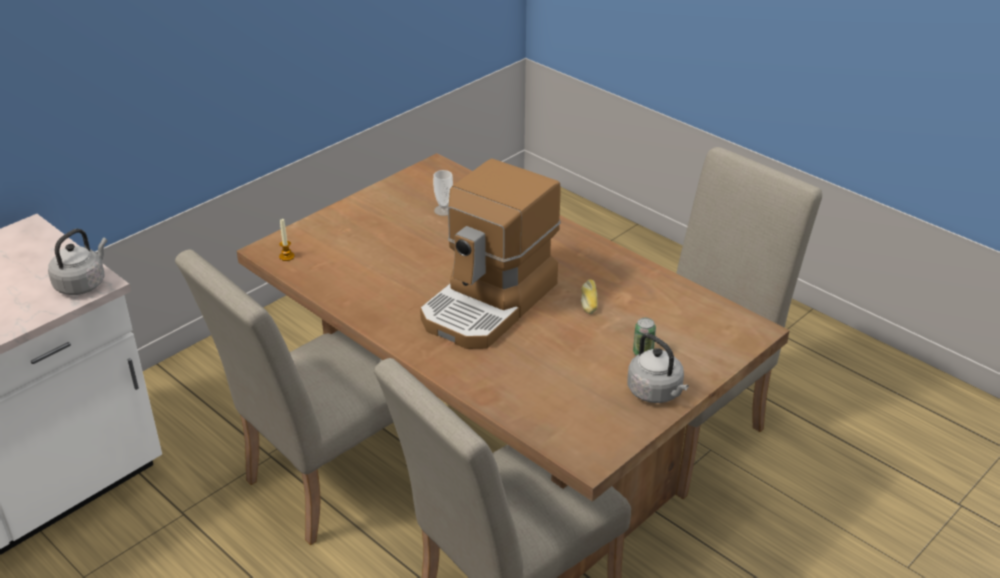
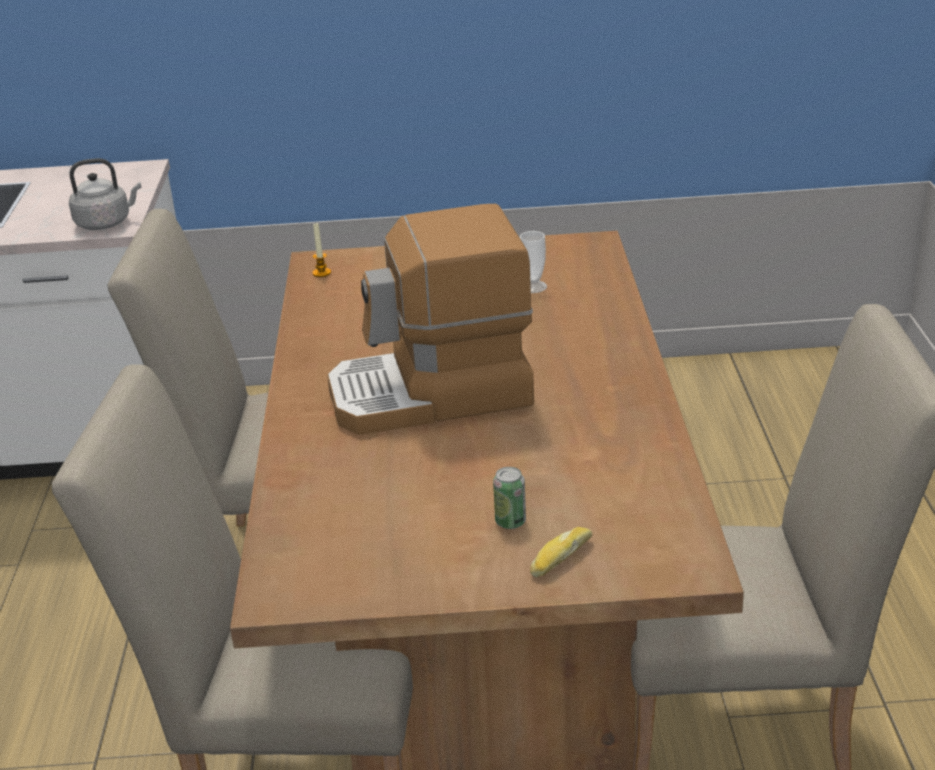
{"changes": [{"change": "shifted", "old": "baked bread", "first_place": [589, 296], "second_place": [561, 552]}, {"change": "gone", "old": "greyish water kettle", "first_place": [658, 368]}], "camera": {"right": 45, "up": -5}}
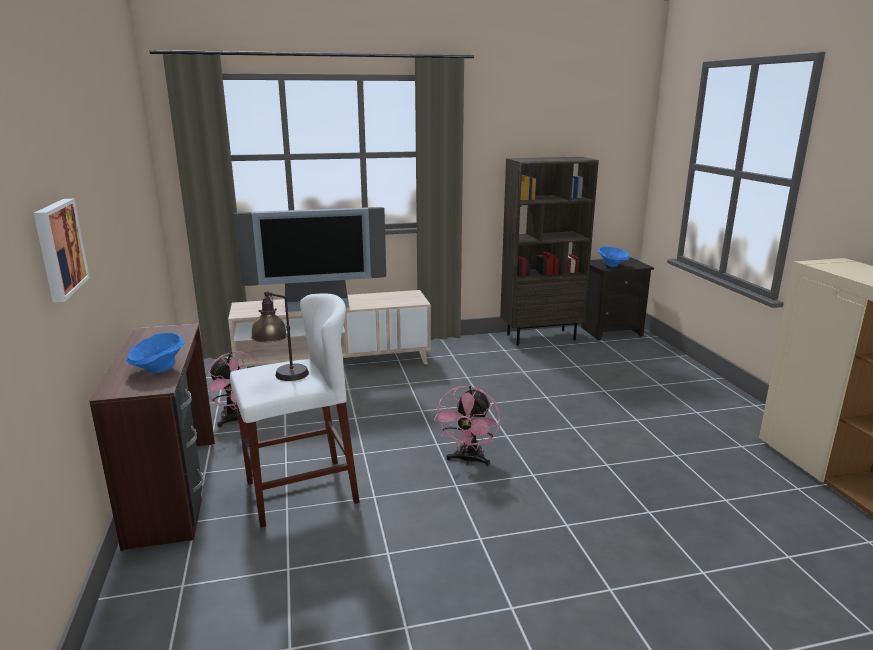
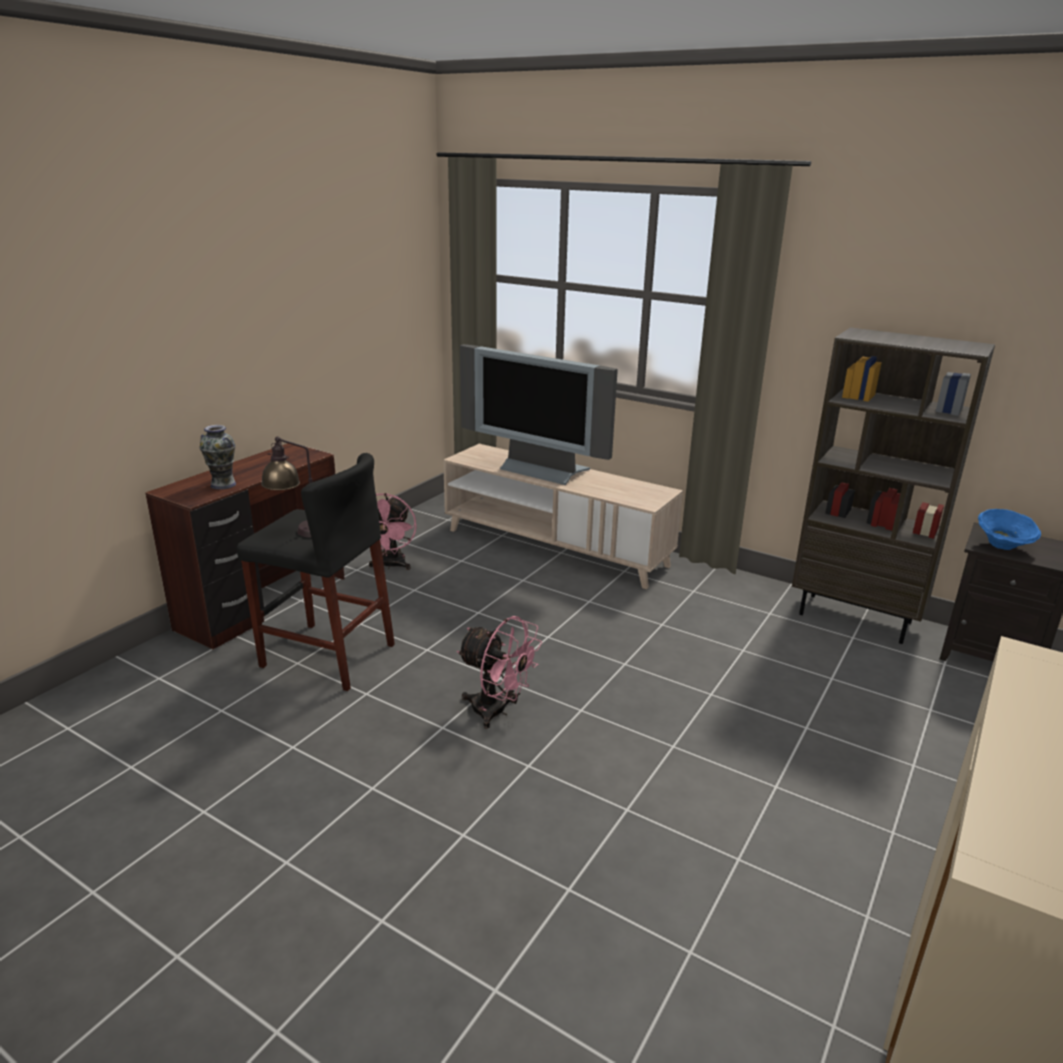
{"changes": [{"change": "gone", "old": "wall picture", "first_place": [61, 250]}, {"change": "swapped", "old": "blue serving bowl", "new": "vase", "first_place": [155, 353], "second_place": [217, 457]}, {"change": "repainted", "old": "white-coloured sitting stool", "new": "blackish sitting stool", "first_place": [295, 411], "second_place": [316, 572]}, {"change": "rotated", "old": "pink-coloured cooling fan", "first_place": [467, 426], "second_place": [499, 672], "degrees": -120}], "camera": {"right": 45, "up": 5}}
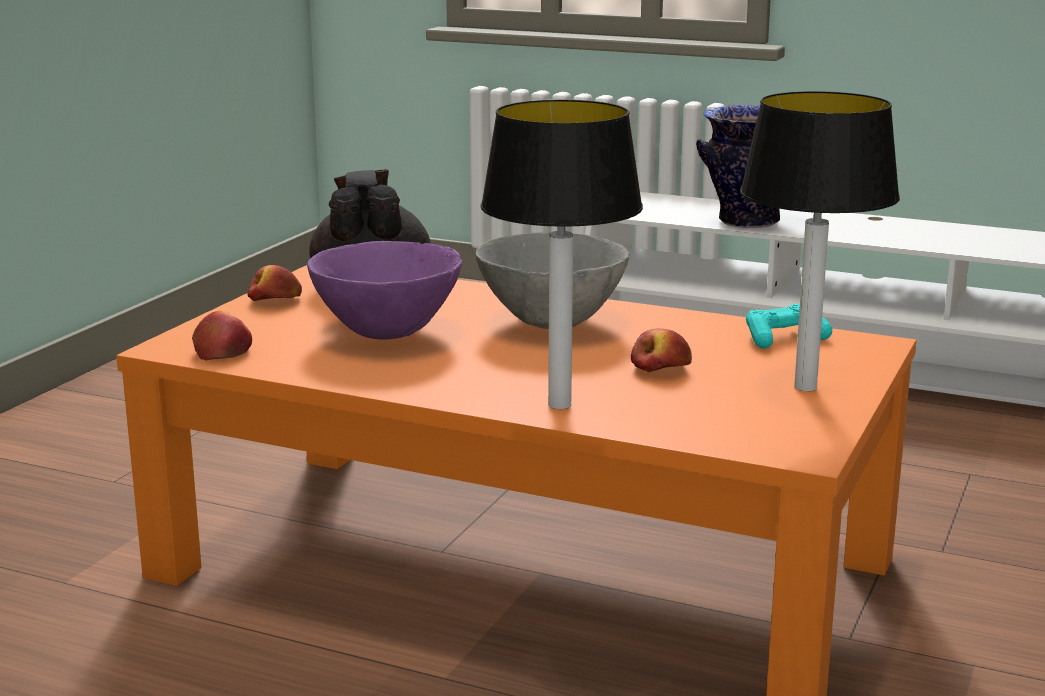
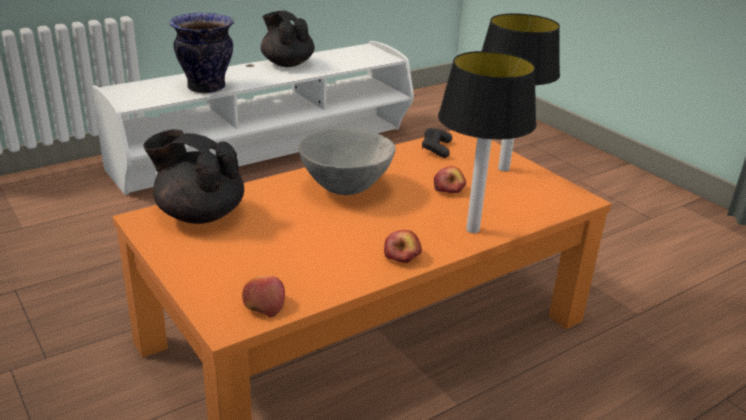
{"changes": [{"change": "shifted", "old": "whole apple", "first_place": [275, 283], "second_place": [403, 246]}, {"change": "gone", "old": "purple-coloured serving bowl", "first_place": [384, 290]}, {"change": "repainted", "old": "turquoise joypad", "new": "blackish joypad", "first_place": [789, 326], "second_place": [437, 143]}, {"change": "new", "new": "blackish pot for tea", "second_place": [288, 38]}], "camera": {"right": -60, "up": 10}}
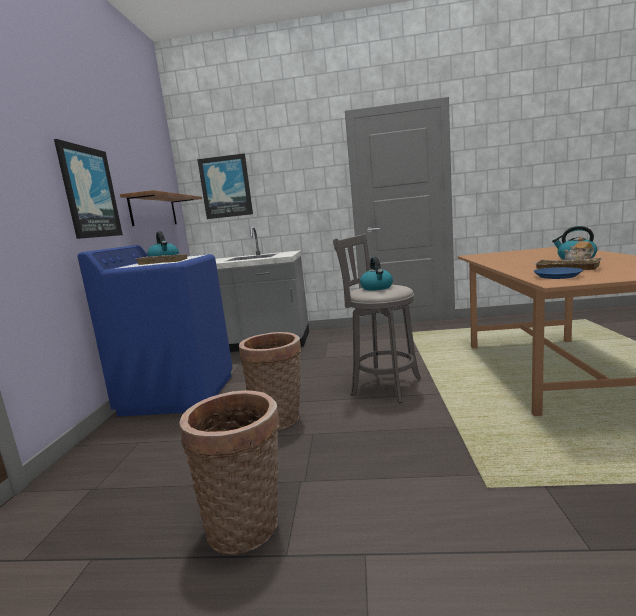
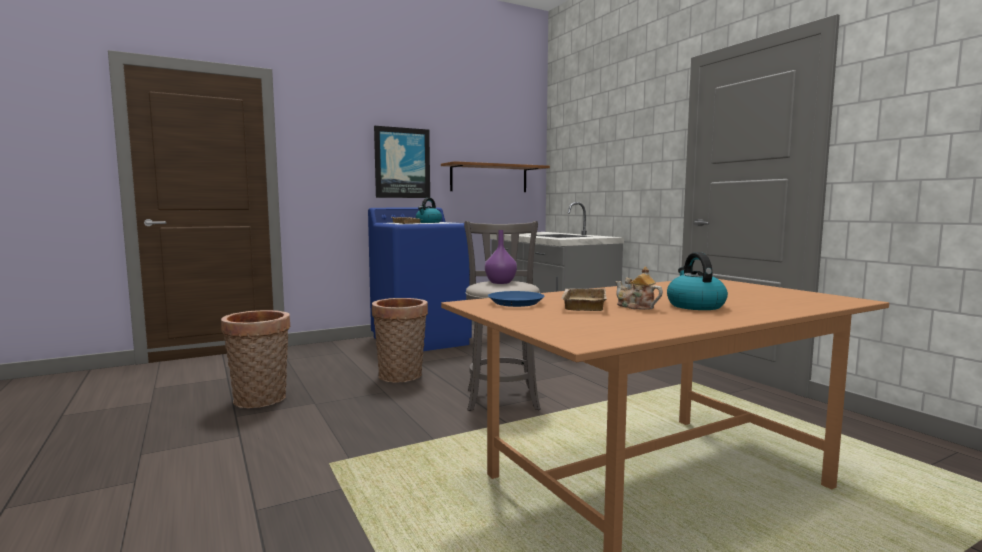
{"changes": [{"change": "gone", "old": "wall picture", "first_place": [225, 186]}, {"change": "swapped", "old": "water kettle", "new": "purple-coloured vase", "first_place": [376, 274], "second_place": [501, 257]}], "camera": {"right": 55, "up": -5}}
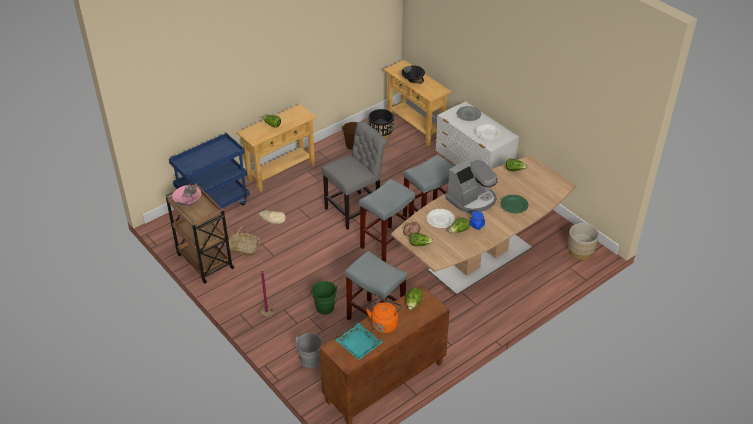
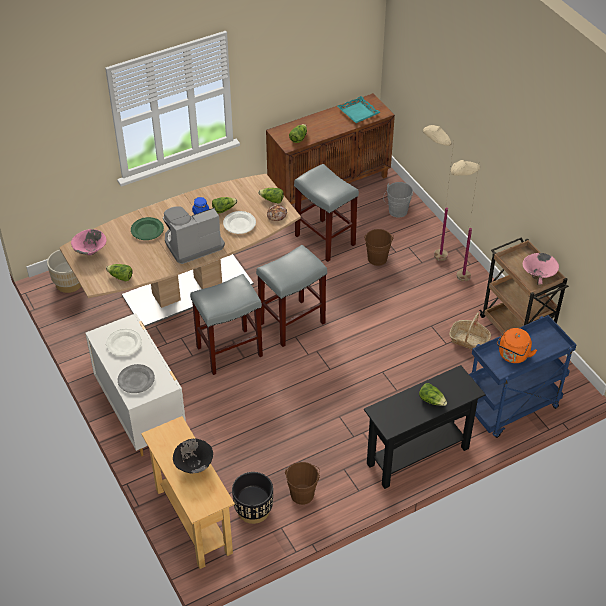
{"changes": [{"change": "repainted", "old": "sand-coloured narrow table", "new": "blackish narrow table", "first_place": [276, 148], "second_place": [425, 427]}, {"change": "repainted", "old": "greenish bucket", "new": "brown-coloured bucket", "first_place": [324, 297], "second_place": [379, 247]}, {"change": "gone", "old": "greyish chair", "first_place": [355, 175]}, {"change": "shifted", "old": "orangey water kettle", "first_place": [384, 316], "second_place": [517, 345]}, {"change": "new", "new": "pink-coloured serving bowl", "second_place": [88, 242]}, {"change": "new", "new": "sand-coloured standing lamp", "second_place": [465, 220]}], "camera": {"right": -170, "up": 5}}
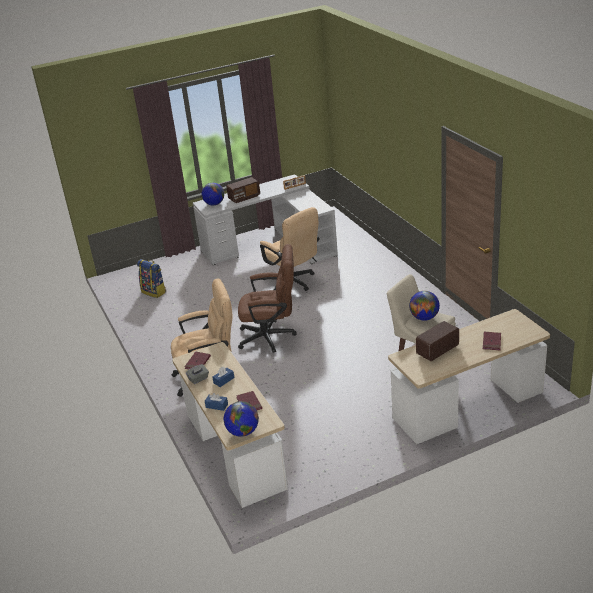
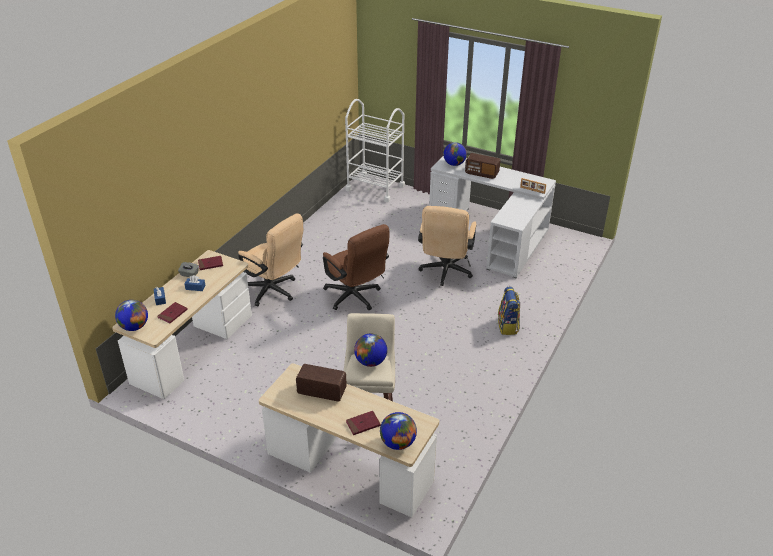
{"changes": [{"change": "shifted", "old": "knapsack", "first_place": [151, 278], "second_place": [509, 311]}, {"change": "new", "new": "white-coloured wheeled cart", "second_place": [375, 150]}, {"change": "new", "new": "globe", "second_place": [398, 431]}], "camera": {"right": 50, "up": 5}}
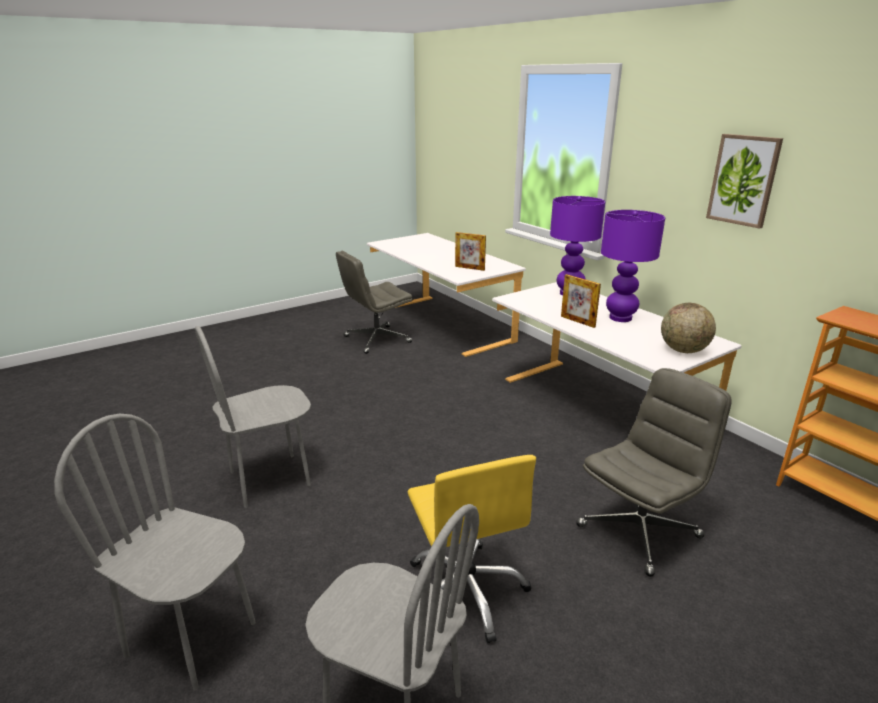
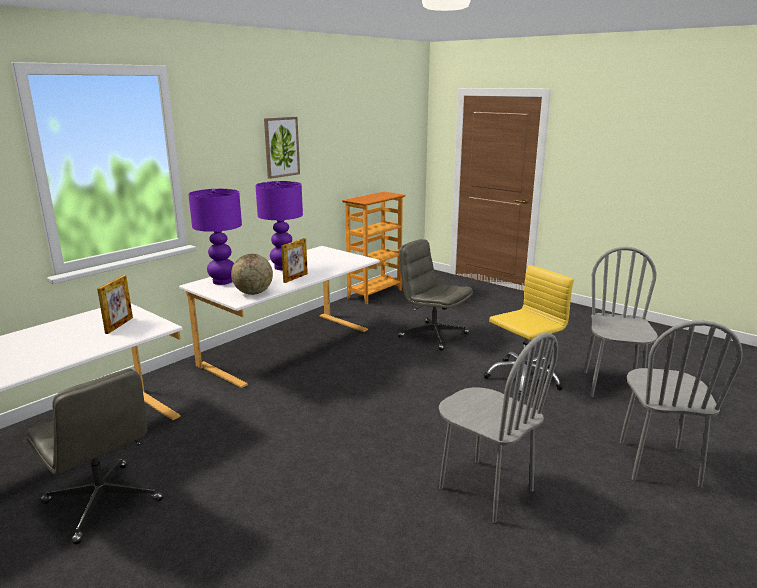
{"changes": [{"change": "shifted", "old": "globe", "first_place": [688, 328], "second_place": [252, 274]}], "camera": {"right": -105, "up": -5}}
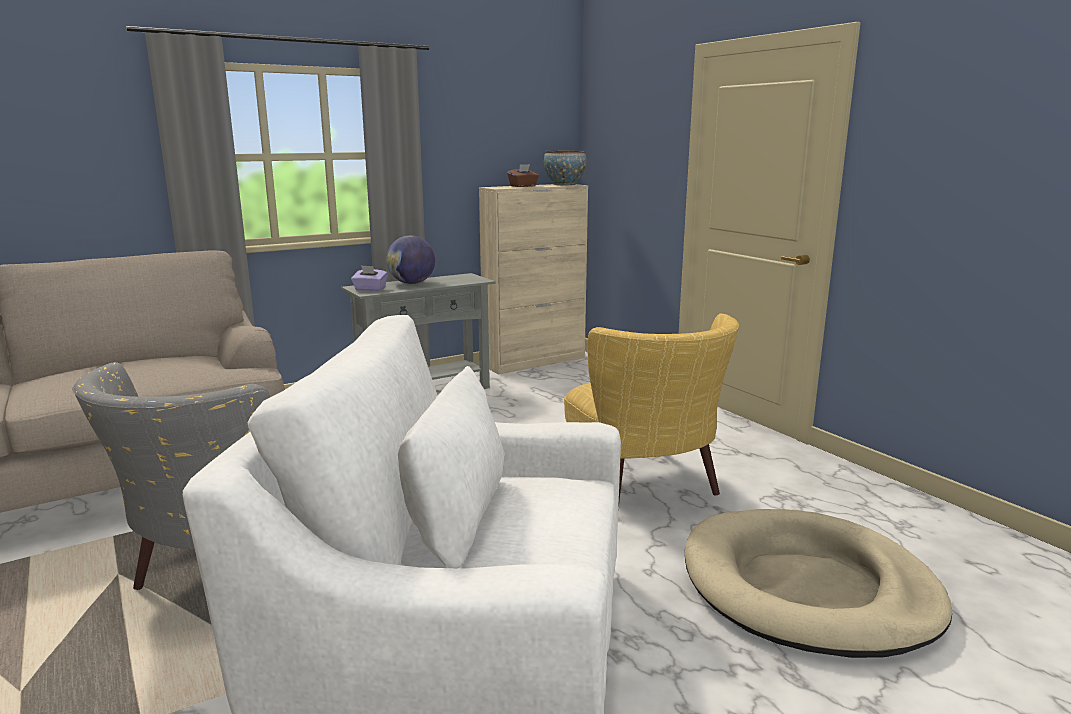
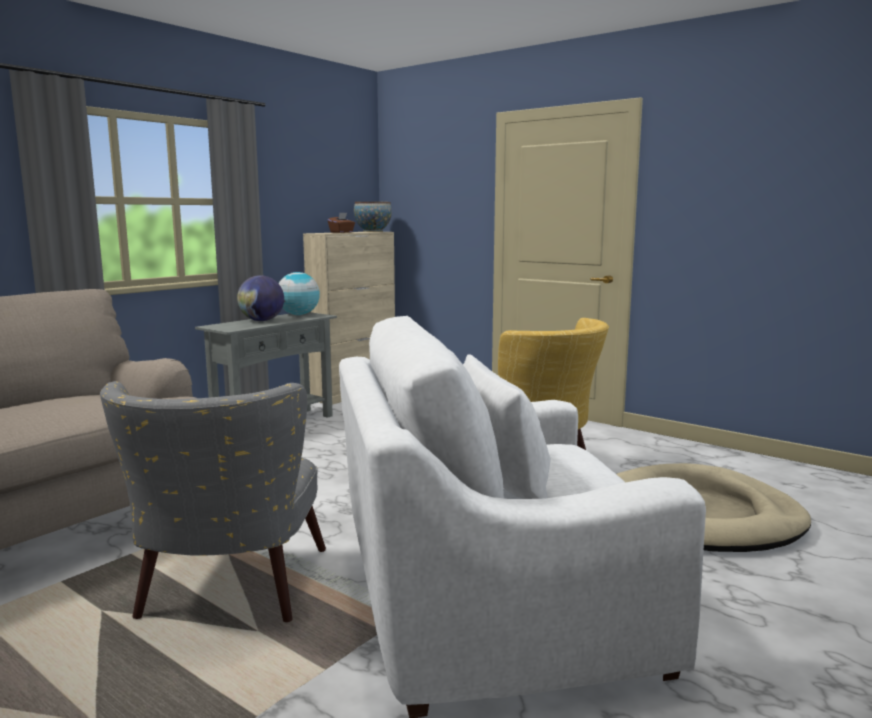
{"changes": [{"change": "gone", "old": "purple-coloured box of tissues", "first_place": [369, 278]}, {"change": "new", "new": "globe", "second_place": [299, 293]}], "camera": {"right": -20, "up": -5}}
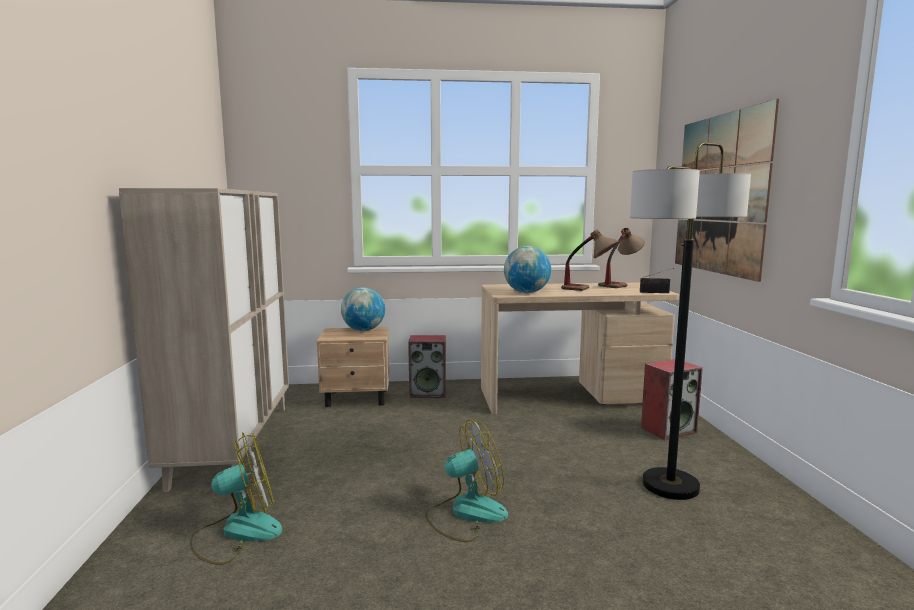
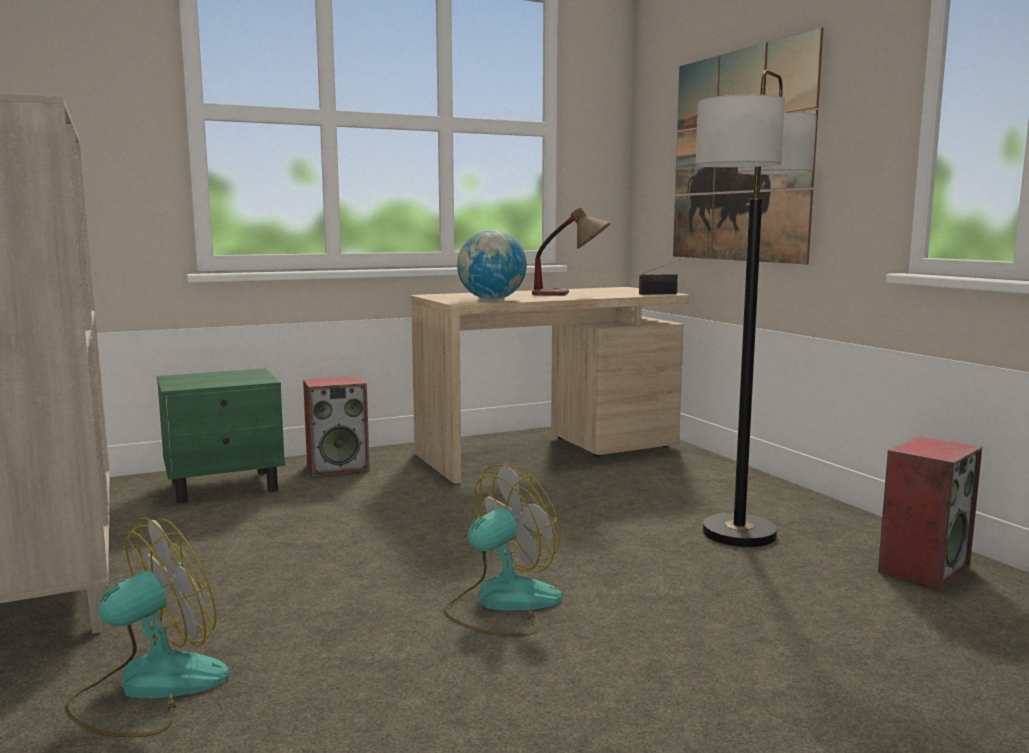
{"changes": [{"change": "repainted", "old": "sand-coloured bedside table", "new": "greenish bedside table", "first_place": [353, 367], "second_place": [221, 436]}, {"change": "gone", "old": "globe", "first_place": [363, 309]}, {"change": "gone", "old": "tabletop lamp", "first_place": [621, 258]}, {"change": "shifted", "old": "loudspeaker", "first_place": [672, 399], "second_place": [930, 513]}], "camera": {"right": -20, "up": 0}}
